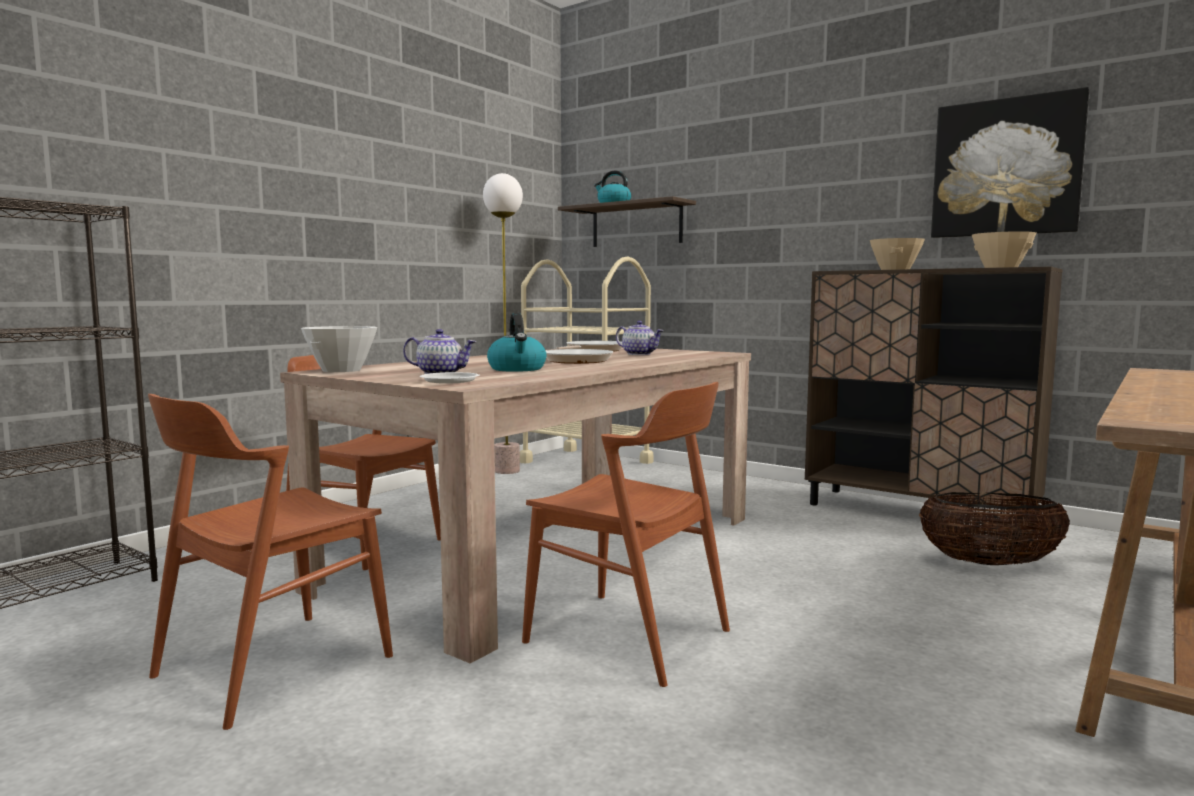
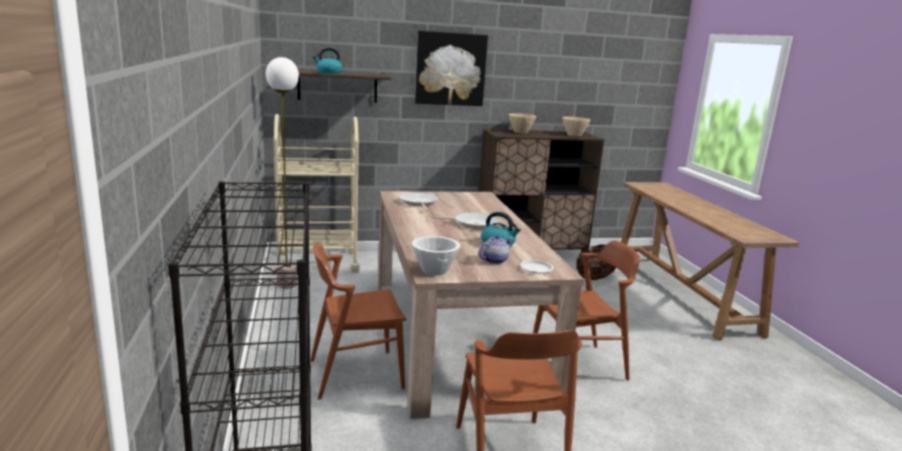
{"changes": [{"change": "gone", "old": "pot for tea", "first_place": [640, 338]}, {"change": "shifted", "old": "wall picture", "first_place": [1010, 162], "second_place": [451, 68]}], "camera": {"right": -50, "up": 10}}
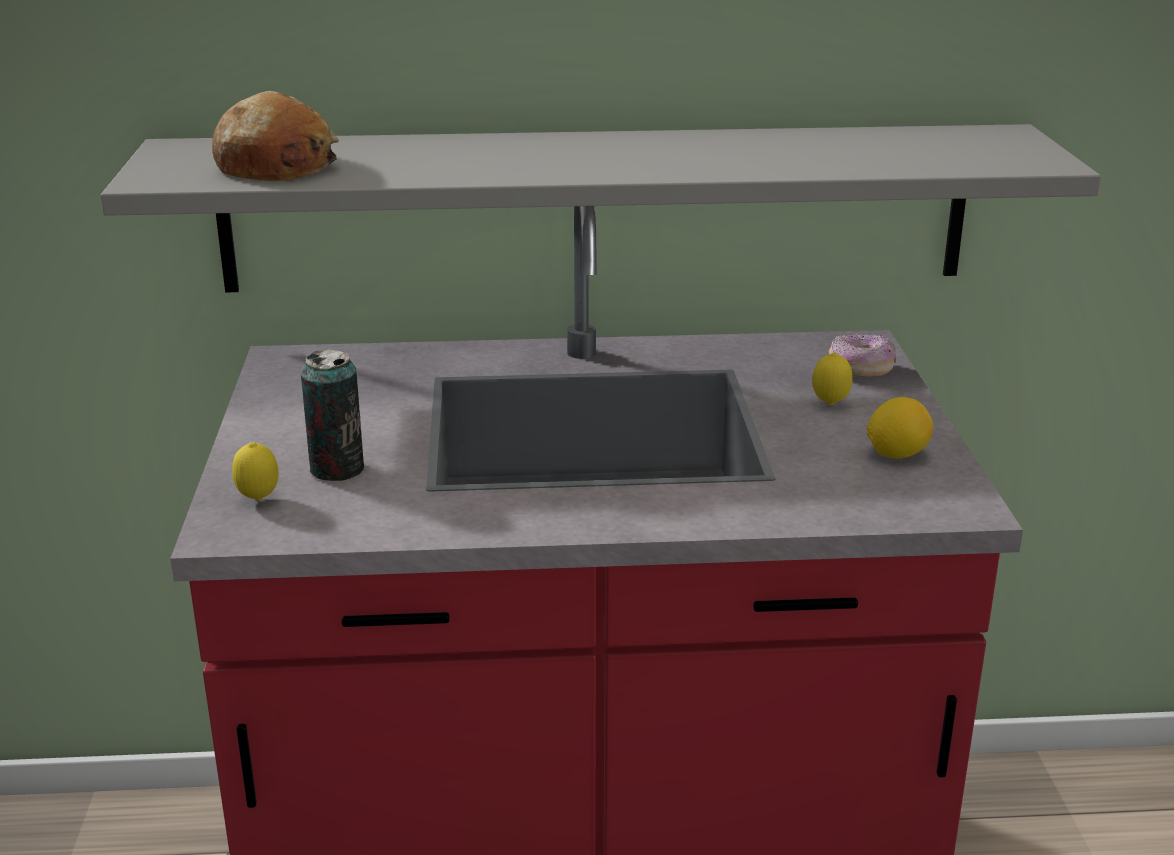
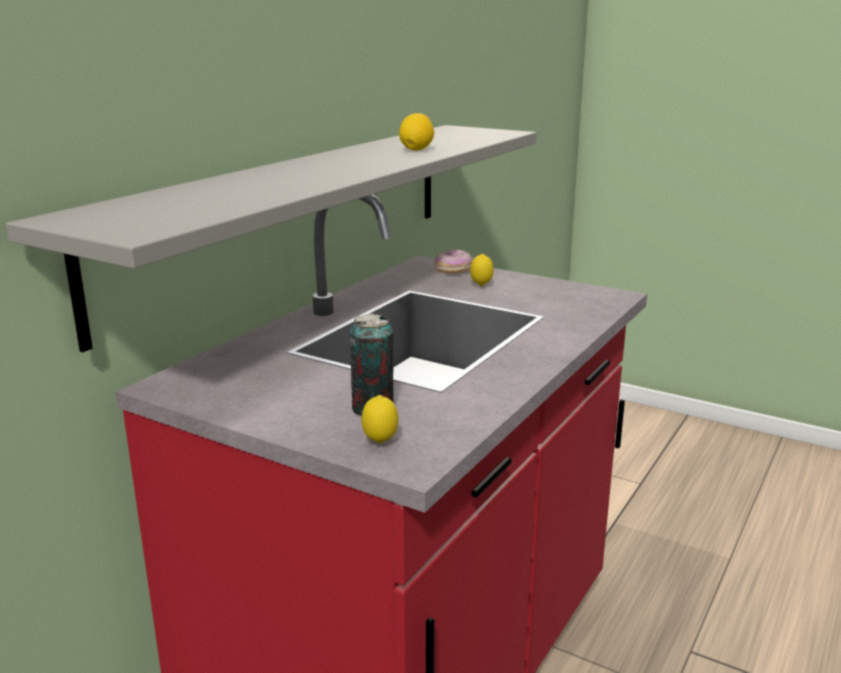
{"changes": [{"change": "gone", "old": "baked bread", "first_place": [275, 136]}, {"change": "shifted", "old": "lemon", "first_place": [900, 428], "second_place": [416, 132]}], "camera": {"right": -55, "up": -5}}
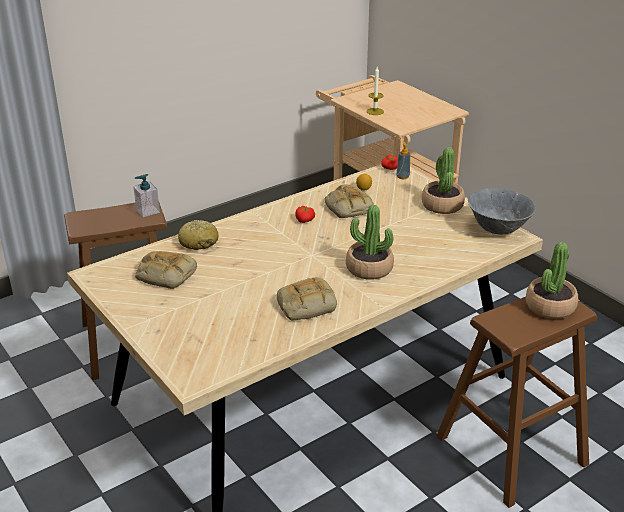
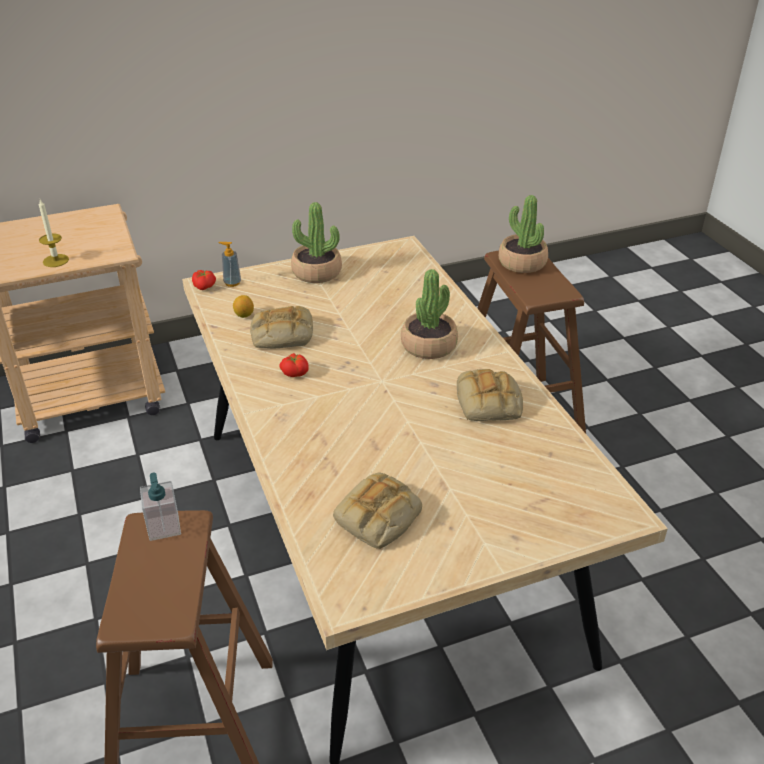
{"changes": [{"change": "gone", "old": "baked bread", "first_place": [198, 235]}, {"change": "gone", "old": "greyish serving bowl", "first_place": [501, 211]}], "camera": {"right": -75, "up": 5}}
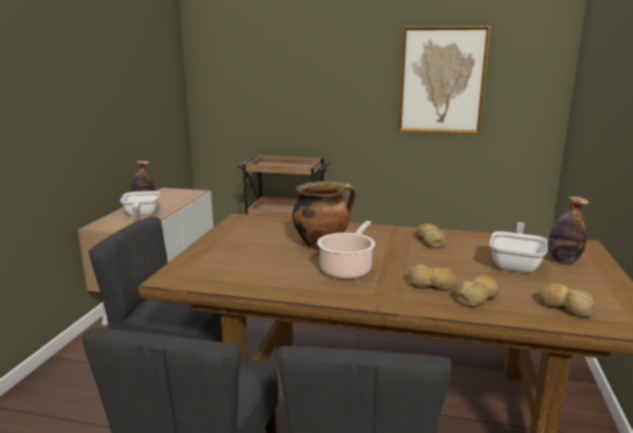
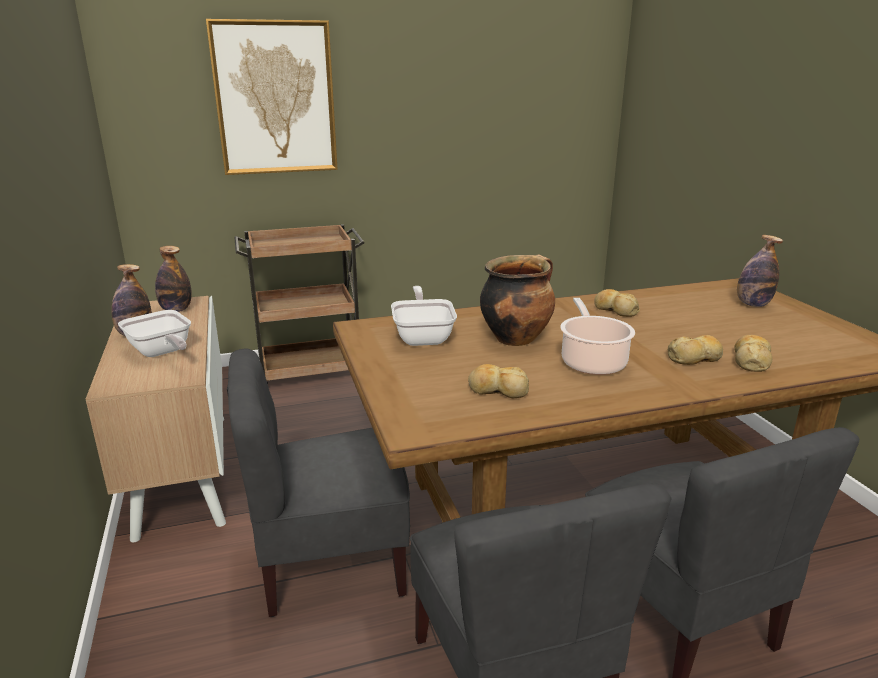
{"changes": [{"change": "shifted", "old": "wall picture", "first_place": [444, 80], "second_place": [272, 97]}, {"change": "shifted", "old": "frying pan", "first_place": [518, 247], "second_place": [424, 316]}, {"change": "shifted", "old": "baked bread", "first_place": [566, 300], "second_place": [498, 381]}, {"change": "new", "new": "bottle", "second_place": [173, 279]}], "camera": {"right": -30, "up": 5}}
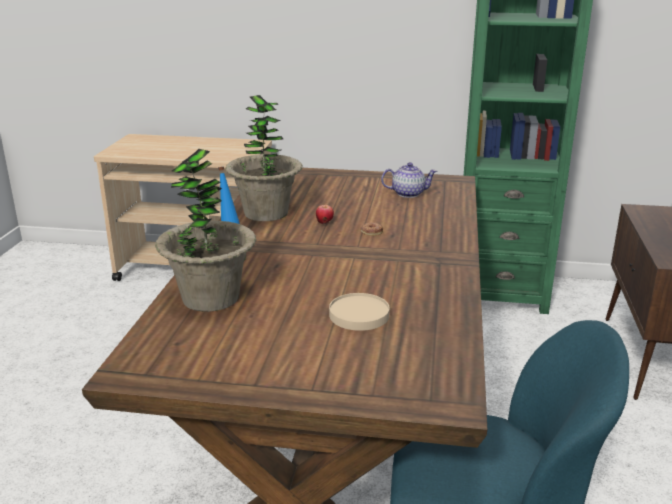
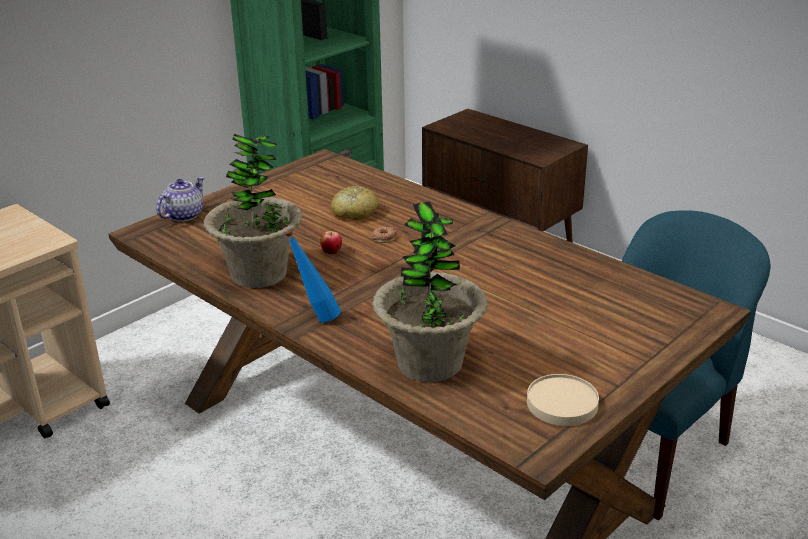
{"changes": [{"change": "shifted", "old": "sand-coloured plate", "first_place": [359, 312], "second_place": [563, 400]}, {"change": "shifted", "old": "pot for tea", "first_place": [409, 180], "second_place": [180, 199]}, {"change": "new", "new": "baked bread", "second_place": [354, 203]}], "camera": {"right": -55, "up": 5}}
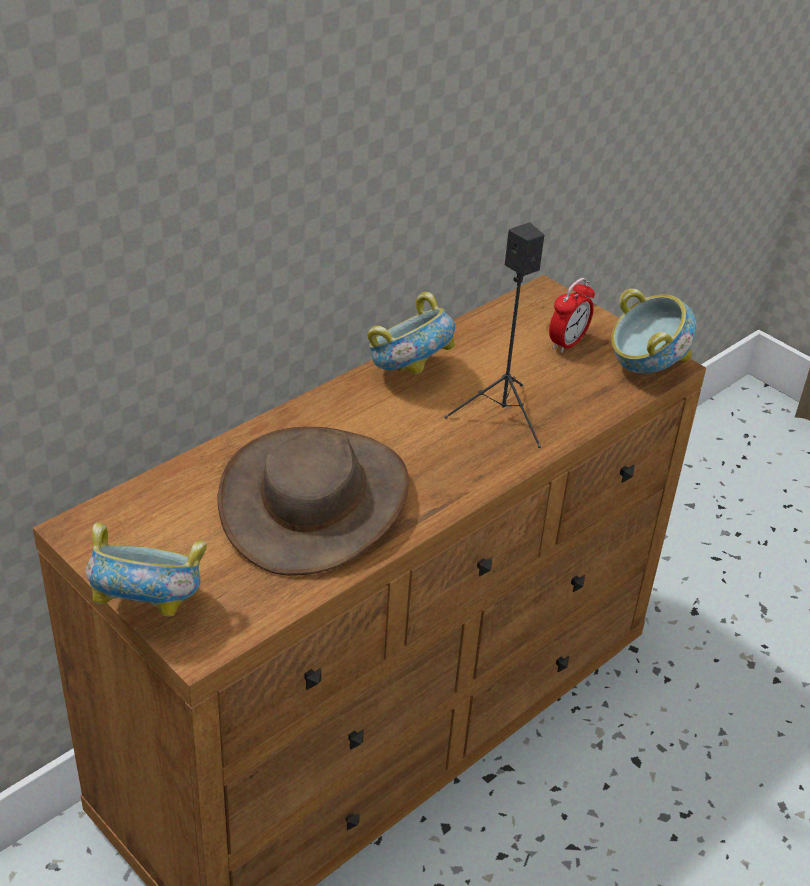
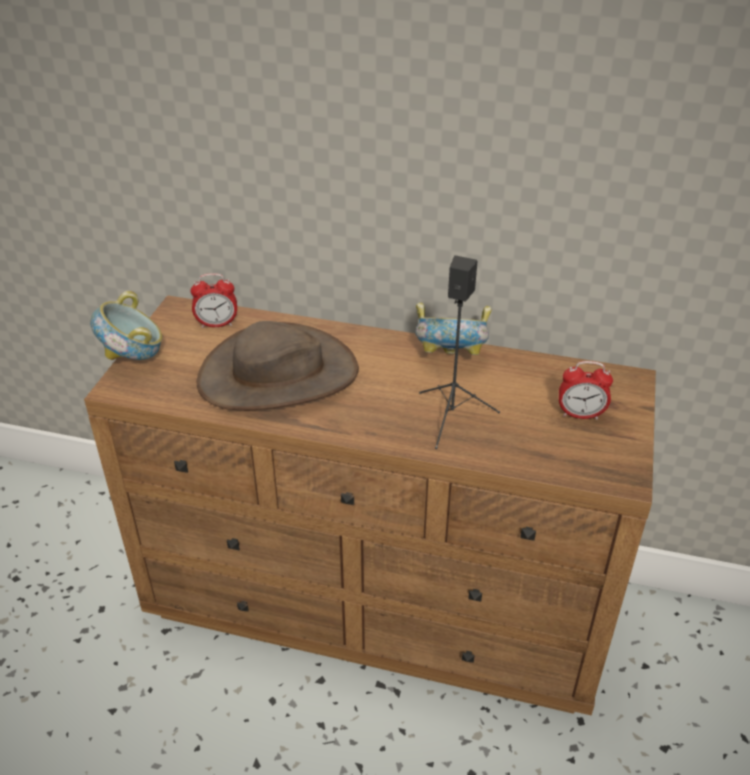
{"changes": [{"change": "gone", "old": "serving bowl", "first_place": [654, 331]}, {"change": "new", "new": "bedside clock", "second_place": [214, 300]}], "camera": {"right": 60, "up": 0}}
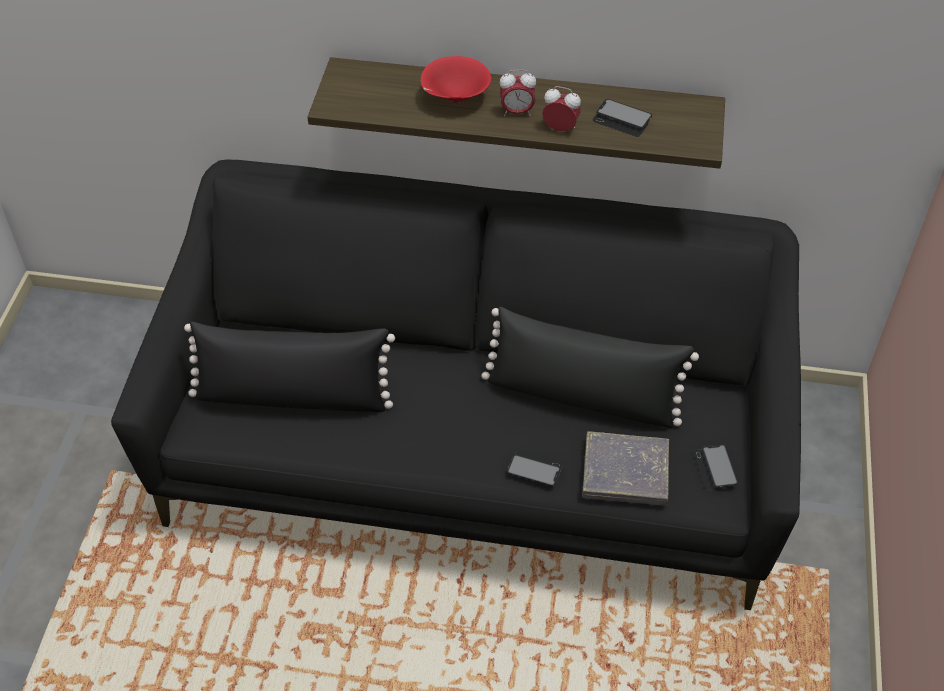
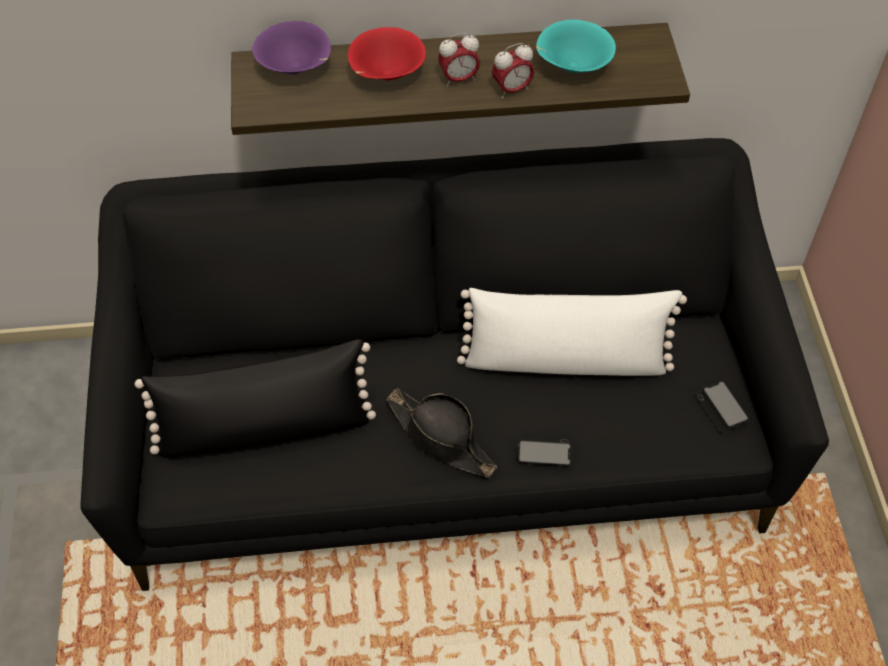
{"changes": [{"change": "repainted", "old": "blackish pillow", "new": "white-coloured pillow", "first_place": [590, 367], "second_place": [572, 332]}, {"change": "rotated", "old": "bedside clock", "first_place": [561, 108], "second_place": [513, 70], "degrees": 150}, {"change": "gone", "old": "greyish book", "first_place": [625, 468]}, {"change": "swapped", "old": "phone", "new": "turquoise serving bowl", "first_place": [622, 118], "second_place": [576, 46]}, {"change": "new", "new": "purple-coloured serving bowl", "second_place": [291, 47]}, {"change": "new", "new": "blackish wearable hat", "second_place": [441, 432]}], "camera": {"right": -15, "up": 5}}
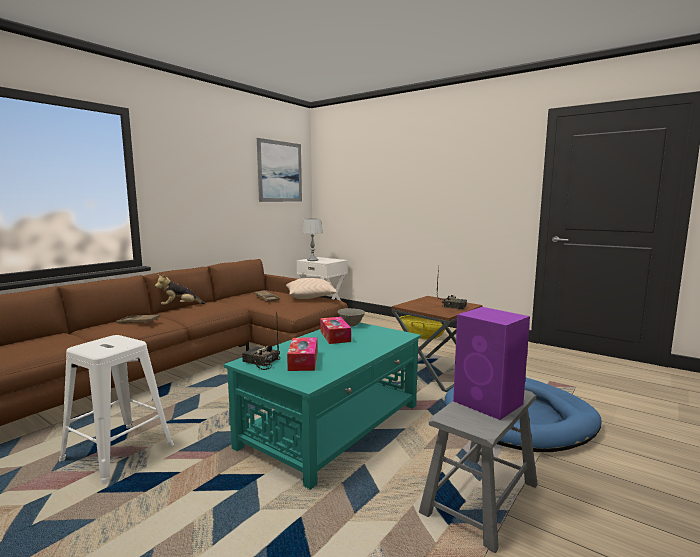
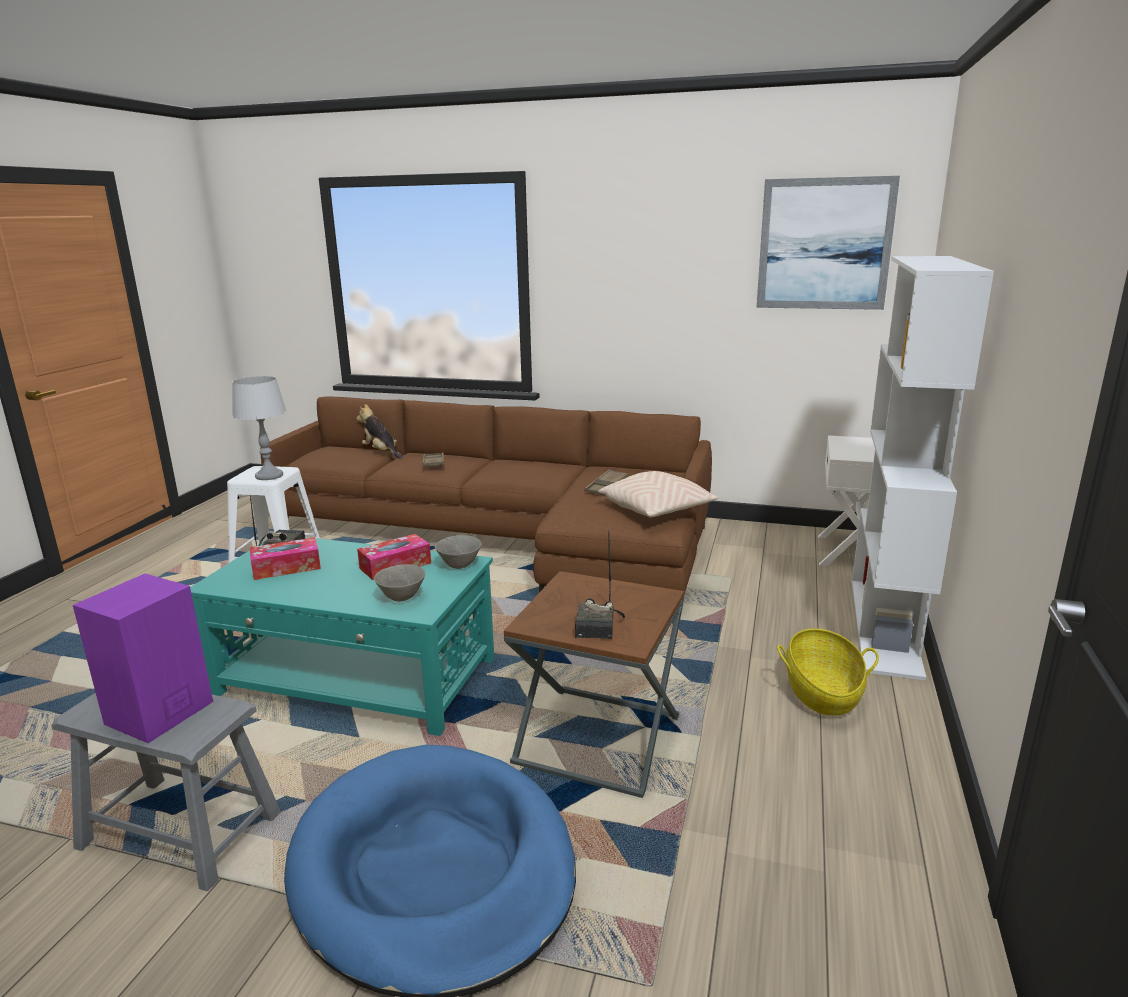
{"changes": [{"change": "shifted", "old": "soft toy", "first_place": [180, 289], "second_place": [380, 431]}, {"change": "shifted", "old": "greyish tabletop lamp", "first_place": [312, 240], "second_place": [259, 428]}, {"change": "new", "new": "greyish serving bowl", "second_place": [399, 583]}, {"change": "new", "new": "white-coloured shelving unit", "second_place": [923, 468]}], "camera": {"right": 70, "up": 10}}
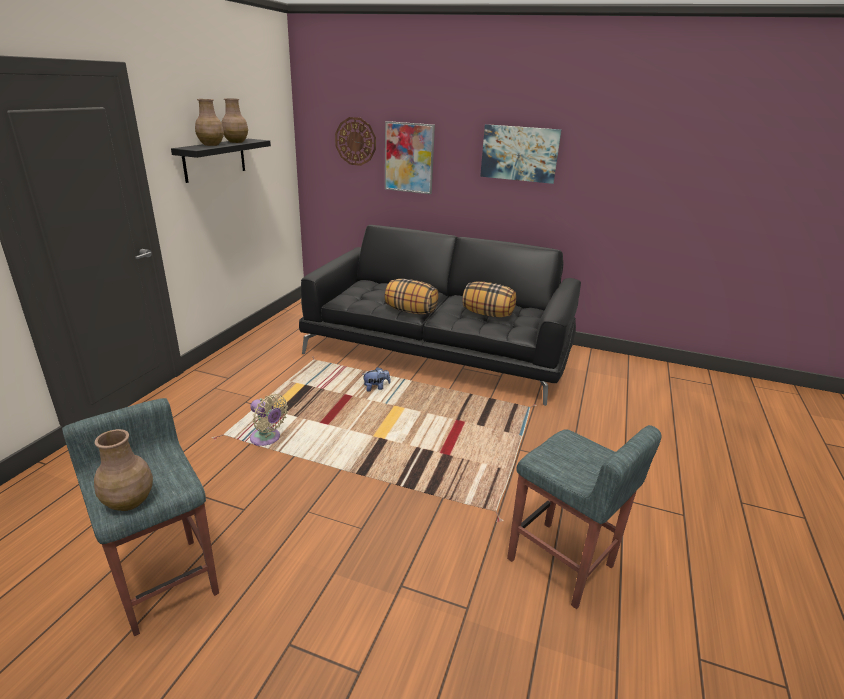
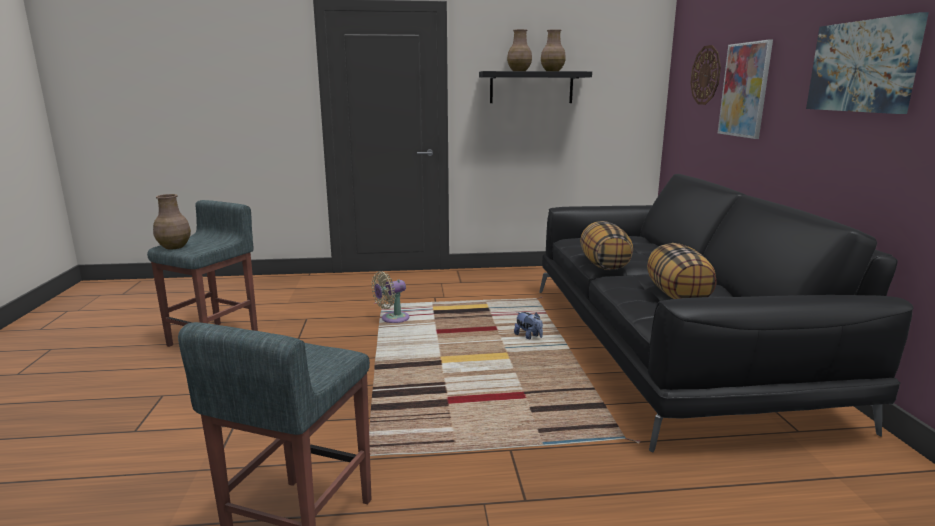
{"changes": [{"change": "rotated", "old": "sand-coloured cooling fan", "first_place": [269, 420], "second_place": [390, 297], "degrees": 45}], "camera": {"right": 65, "up": -10}}
